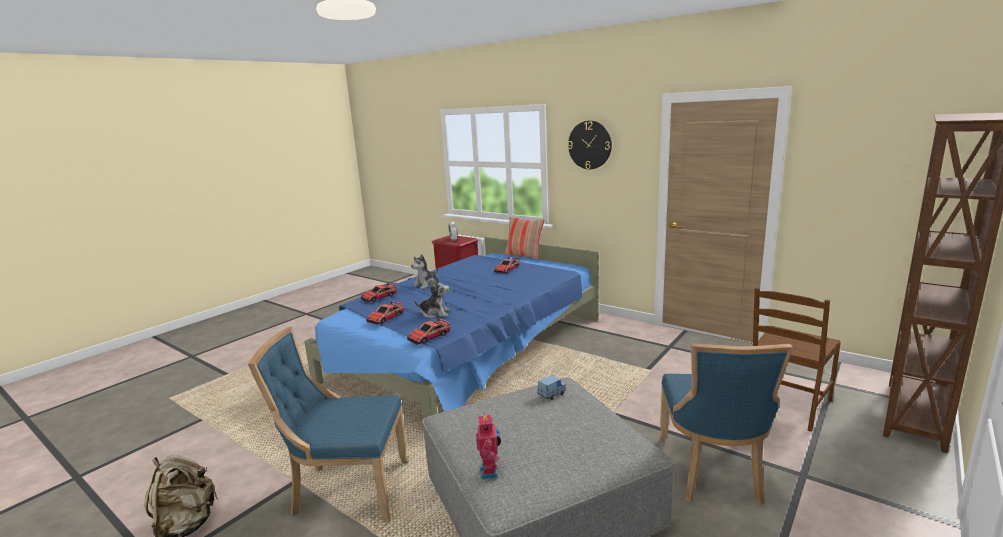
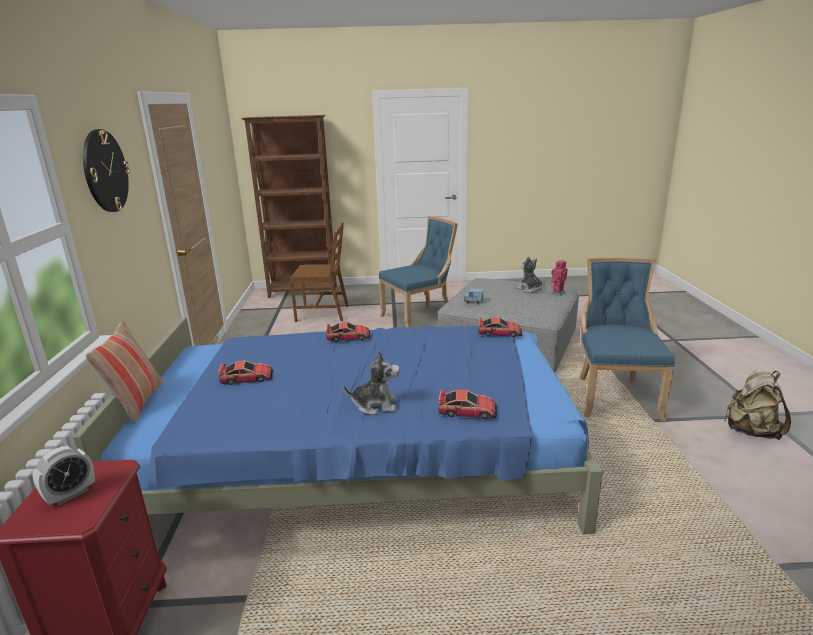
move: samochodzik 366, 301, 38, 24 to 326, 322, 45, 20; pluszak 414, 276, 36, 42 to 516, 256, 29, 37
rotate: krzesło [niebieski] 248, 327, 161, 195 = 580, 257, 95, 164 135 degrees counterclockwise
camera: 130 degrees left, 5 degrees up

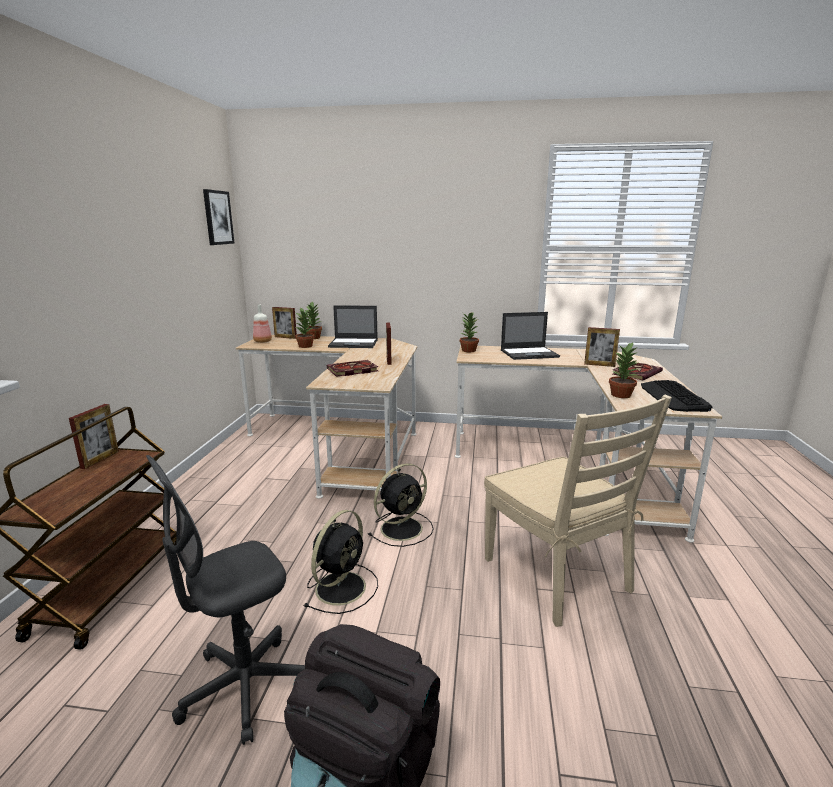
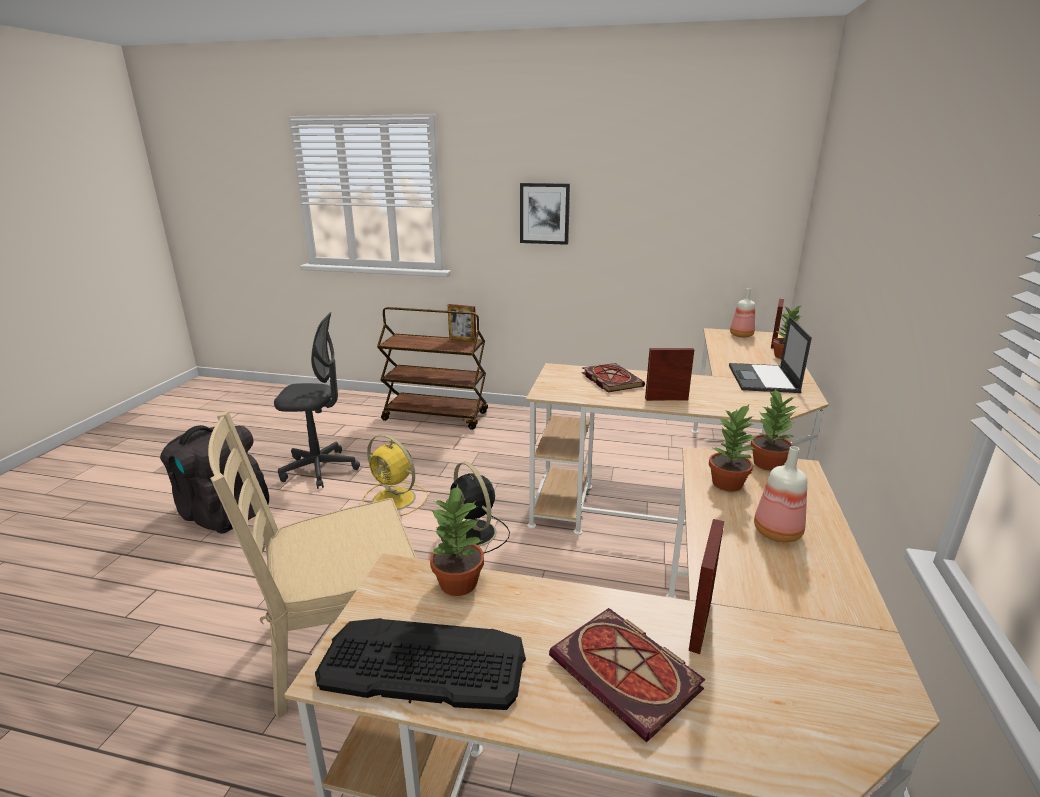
move: obraz 203, 189, 31, 56 to 520, 183, 50, 62; roślina doniczkowa 295, 308, 19, 40 to 709, 405, 48, 87
replace: laptop 501, 312, 59, 48 to butelka 754, 446, 53, 96
recolor: wentylator [czarny] 304, 510, 74, 104 to wentylator [żółty] 363, 434, 65, 82
rotate: krzesło biurowe [szary] 146, 455, 159, 290 = 274, 312, 86, 177 120 degrees clockwise
camera: 95 degrees right, 5 degrees up

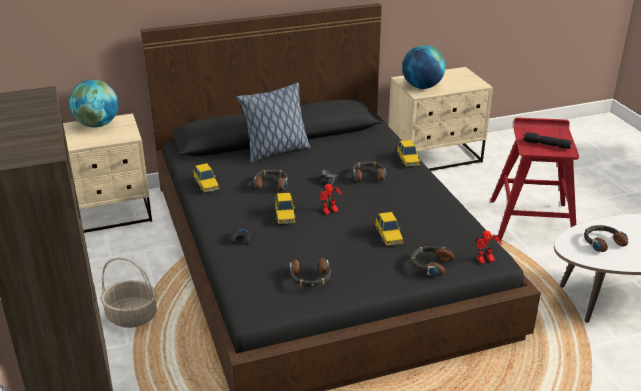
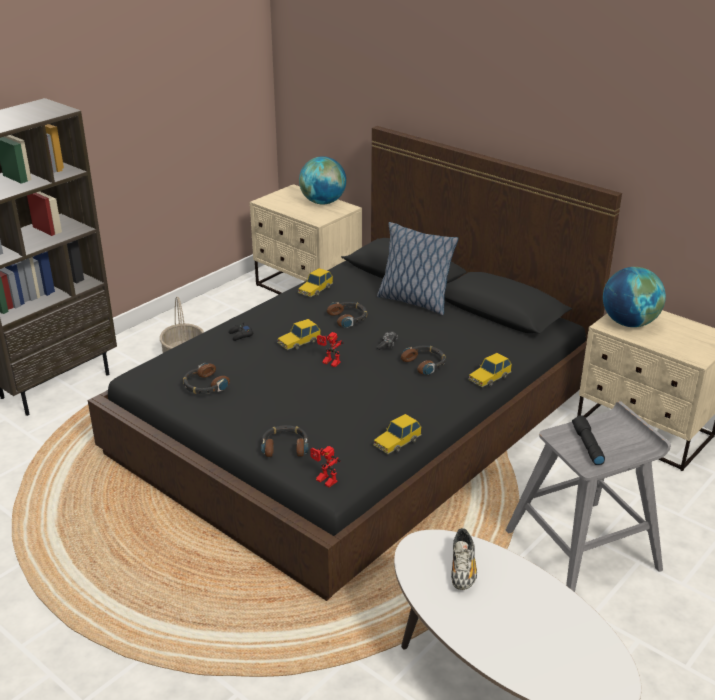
move: samochodzik 375, 212, 28, 34 to 373, 414, 49, 40
replace: słuchawki 584, 225, 44, 27 to but 451, 528, 26, 62
recolor: stołek [czerwony] 490, 117, 89, 124 to stołek [szary] 506, 401, 165, 191
camera: 60 degrees right, 0 degrees up

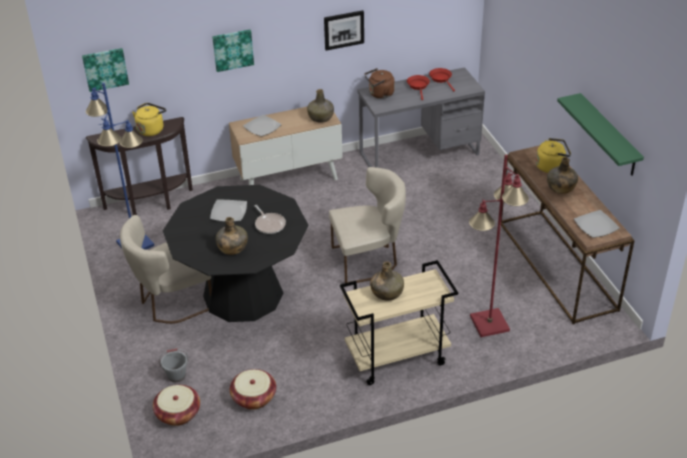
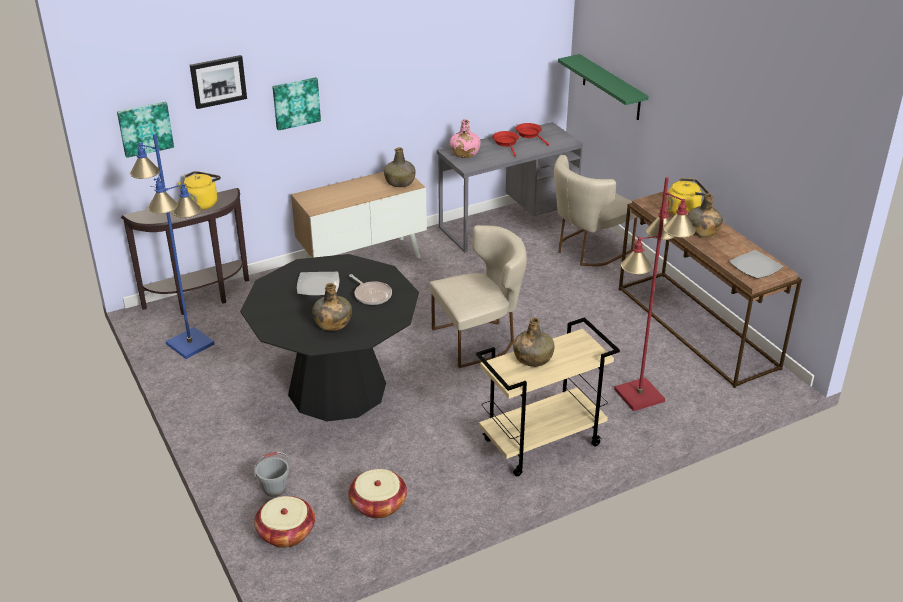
delete: talerz 243, 114, 39, 22
move: krzesło [beżowy] 120, 215, 92, 109 to 554, 155, 83, 111; obraz 324, 10, 40, 41 to 190, 55, 57, 54; półka [zielony] 557, 93, 87, 83 to 558, 54, 91, 66
replace: czajnik [brązowy] 364, 68, 31, 31 to butelka [różowy] 450, 119, 31, 39
camera: 10 degrees left, 5 degrees down

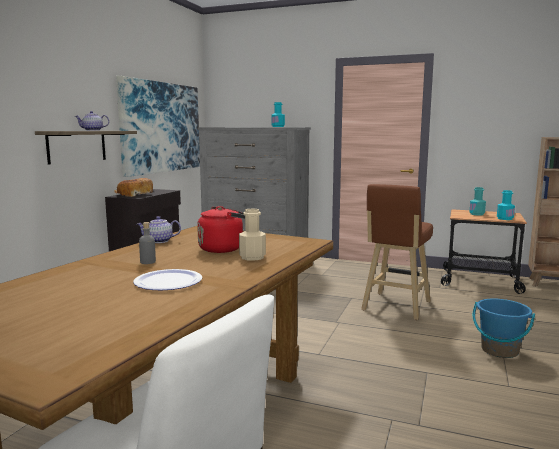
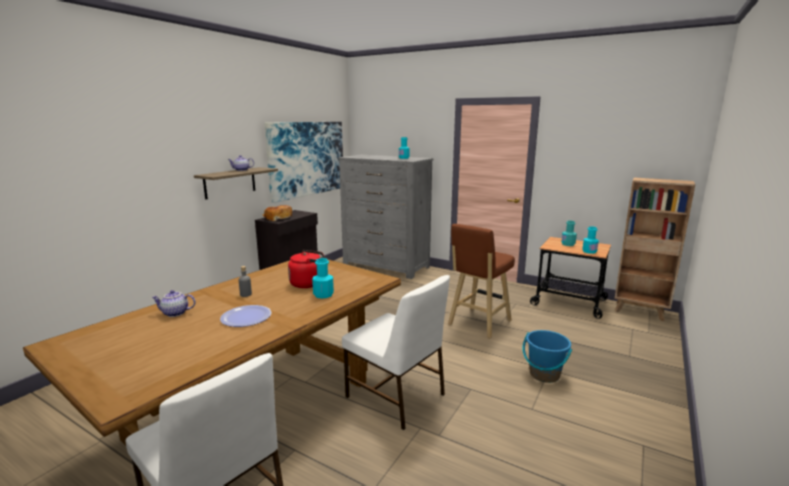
insert: krzesło [biały] 342, 275, 108, 155
move: imbryk 137, 216, 44, 27 to 151, 290, 45, 27
recolor: butelka [beżowy] 239, 209, 27, 52 to butelka [turkusowy] 312, 258, 22, 41
camera: 10 degrees right, 5 degrees up

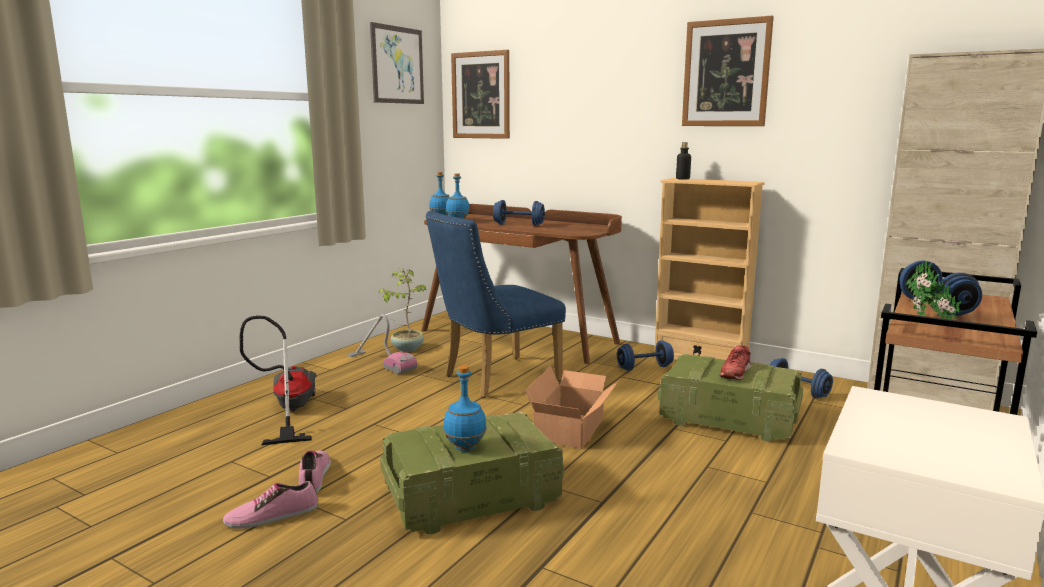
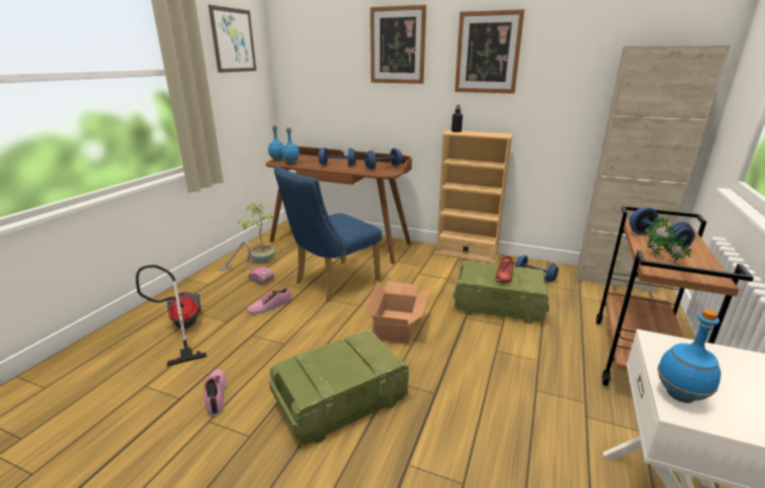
move: but 223, 481, 95, 48 to 247, 288, 45, 26; butelka [niebieski] 443, 365, 44, 86 to 657, 309, 64, 94; obraz 451, 50, 59, 89 to 370, 5, 56, 79; hantel [niebieski] 617, 340, 57, 31 to 364, 148, 38, 21
camera: 10 degrees left, 10 degrees up

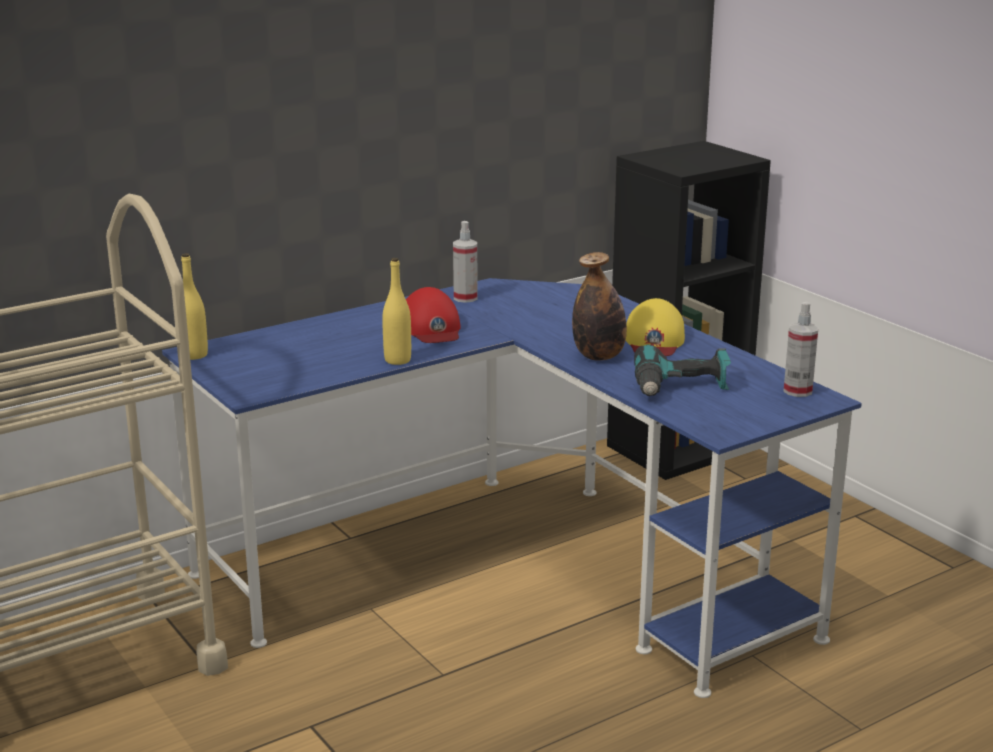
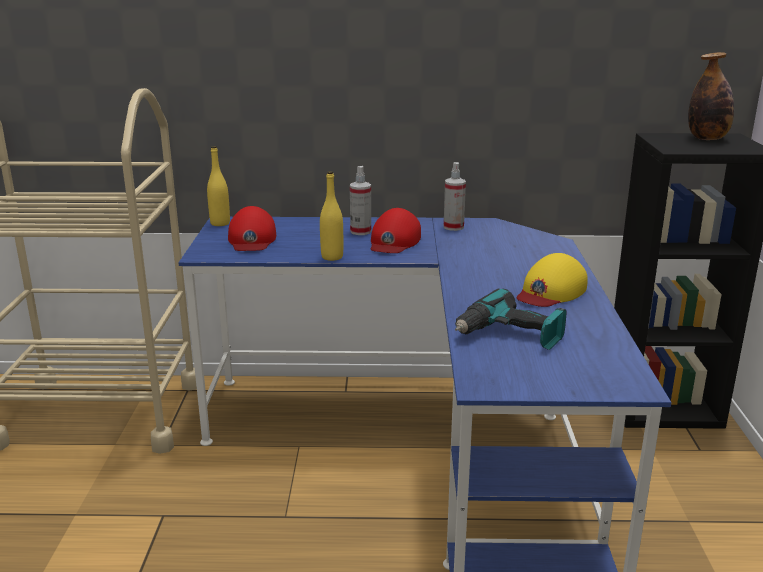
insert: czapka z daszkiem [czerwony] 228, 206, 48, 45
move: butelka 572, 252, 55, 109 to 688, 52, 46, 88; spryskiwacz 783, 302, 36, 95 to 350, 166, 21, 69
camera: 35 degrees right, 0 degrees up

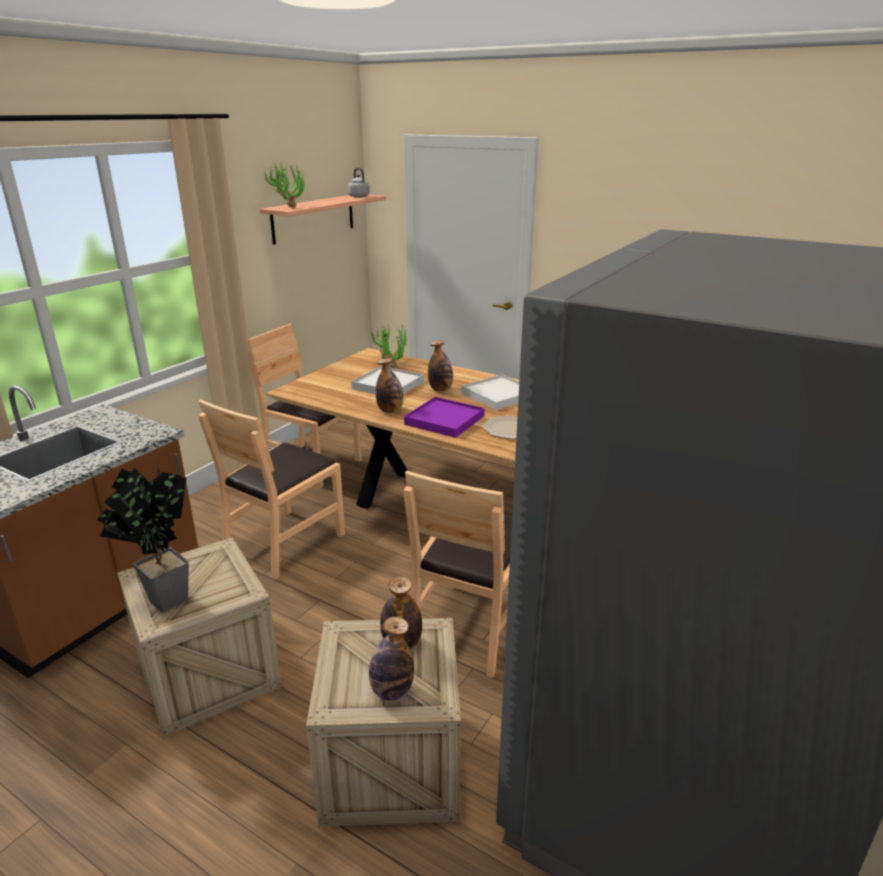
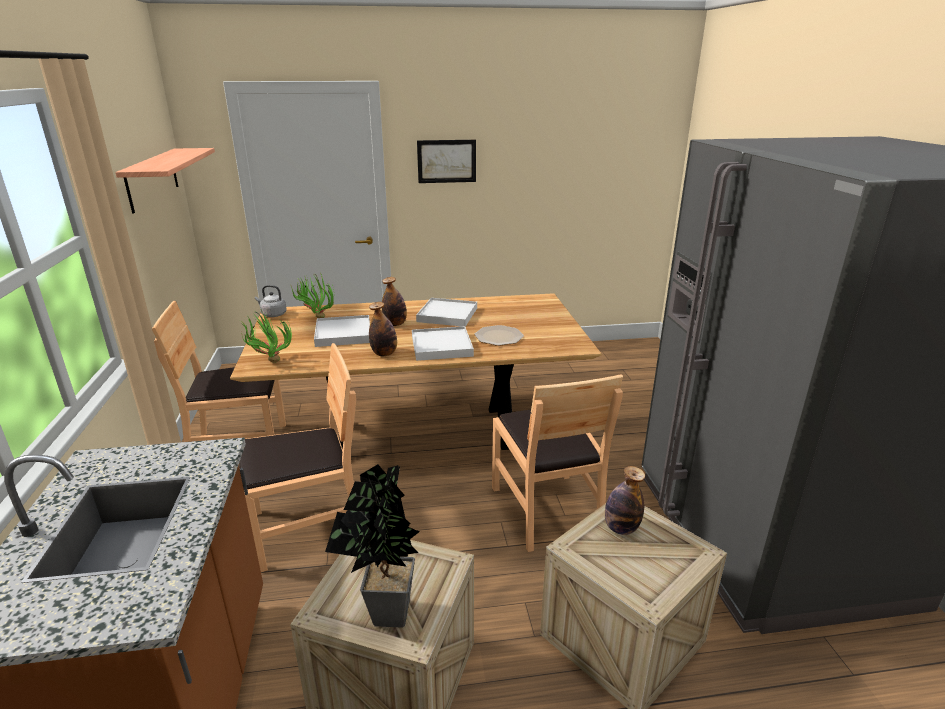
delete: butelka 369, 617, 45, 84
insert: obraz 417, 140, 59, 43
move: roślina doniczkowa 264, 161, 40, 47 to 240, 310, 52, 53; czajnik [szary] 348, 168, 22, 30 to 255, 285, 32, 32
recolor: taca [fioletowy] 404, 397, 81, 41 to taca [biały] 412, 326, 62, 35
rotate: krzesło [brązowy] 198, 399, 147, 180 = 239, 343, 117, 229 105 degrees counterclockwise
camera: 40 degrees left, 0 degrees up

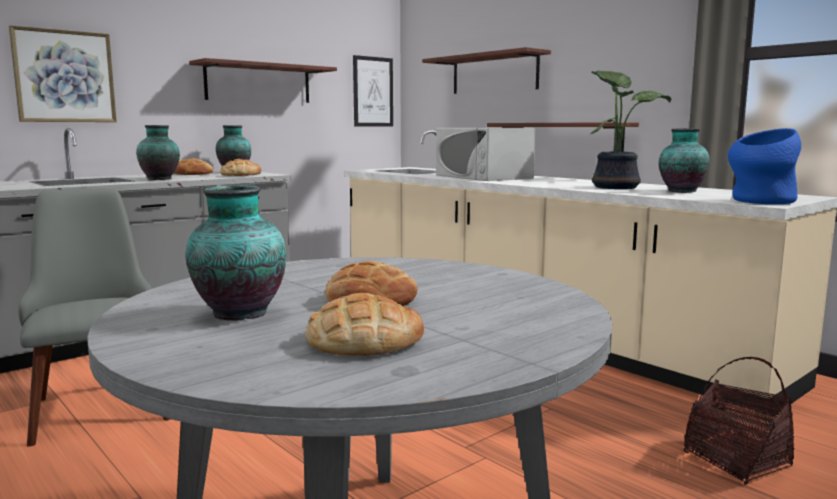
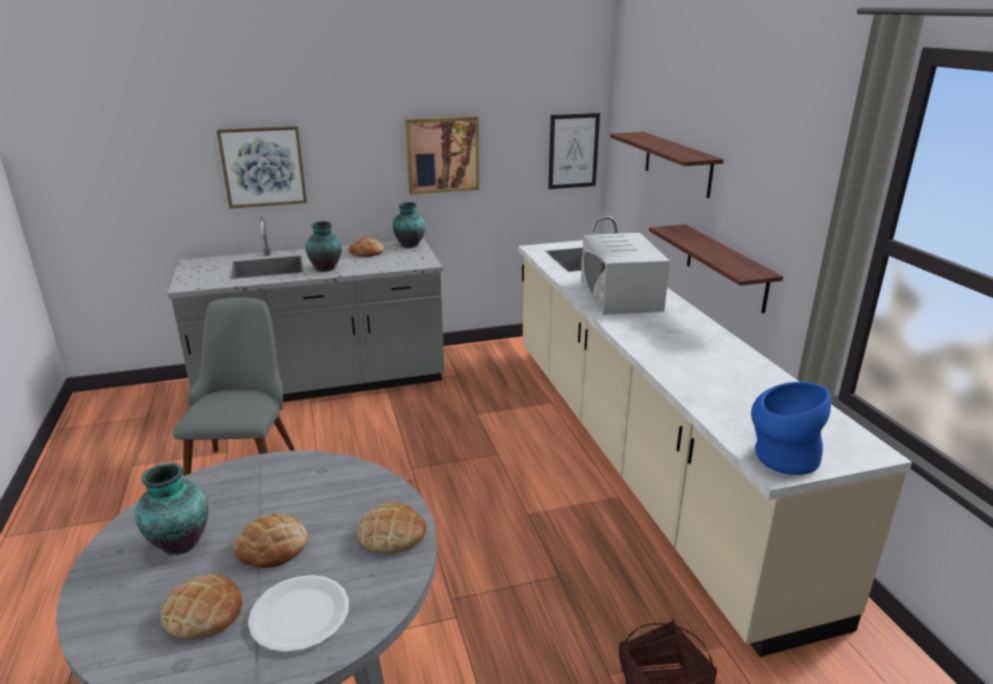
delete: roślina doniczkowa 590, 71, 82, 118; wazon 659, 128, 51, 65
insert: talerz [biały] 248, 575, 101, 77
move: chleb 220, 159, 41, 17 to 357, 502, 69, 52
replace: półka 189, 58, 148, 45 to obraz 405, 116, 74, 79
camera: 25 degrees right, 15 degrees up

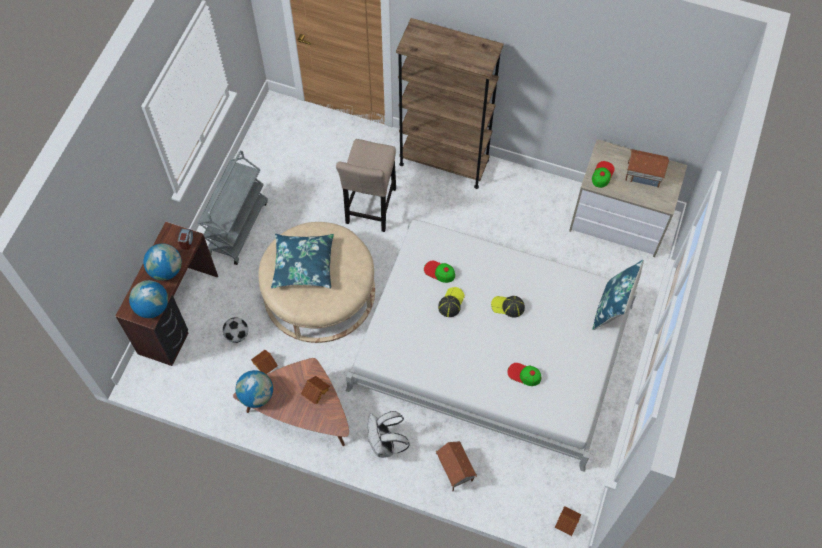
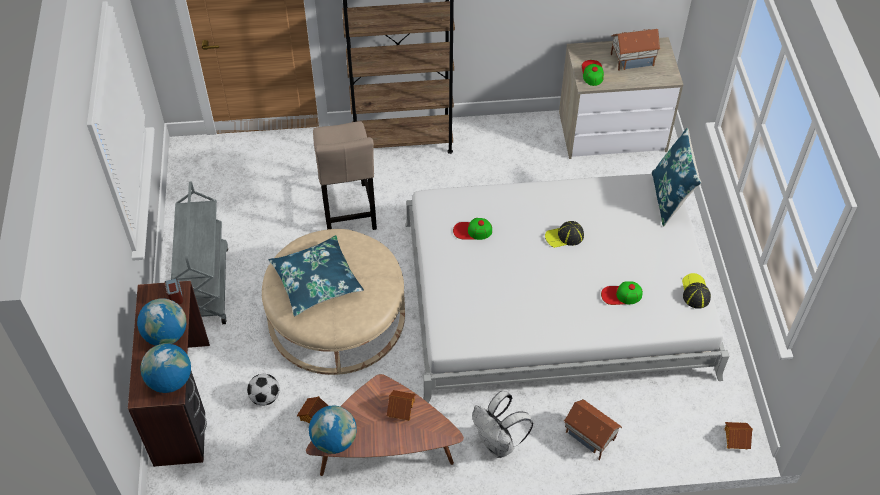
move: czapka z daszkiem 438, 287, 27, 30 to 682, 273, 29, 36
camera: 25 degrees left, 10 degrees down

